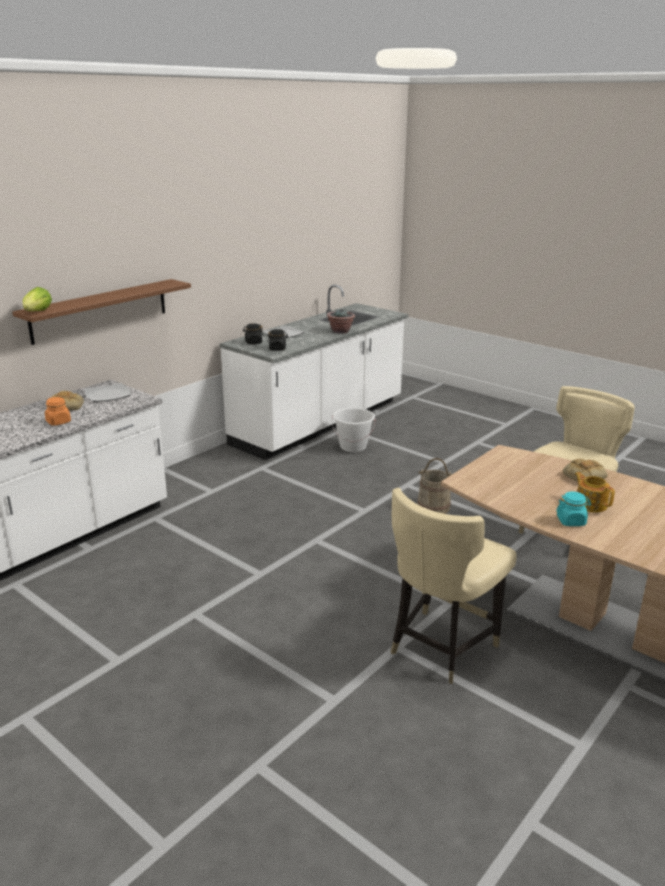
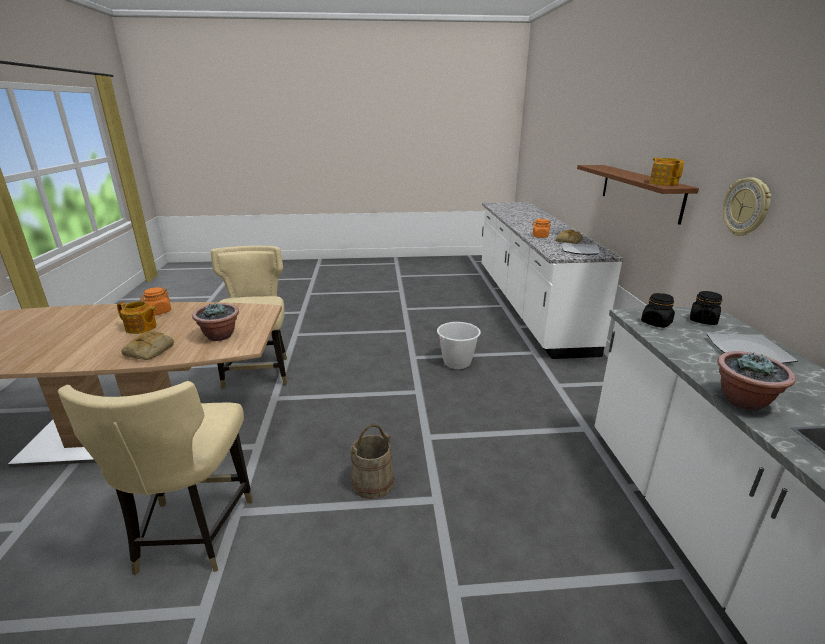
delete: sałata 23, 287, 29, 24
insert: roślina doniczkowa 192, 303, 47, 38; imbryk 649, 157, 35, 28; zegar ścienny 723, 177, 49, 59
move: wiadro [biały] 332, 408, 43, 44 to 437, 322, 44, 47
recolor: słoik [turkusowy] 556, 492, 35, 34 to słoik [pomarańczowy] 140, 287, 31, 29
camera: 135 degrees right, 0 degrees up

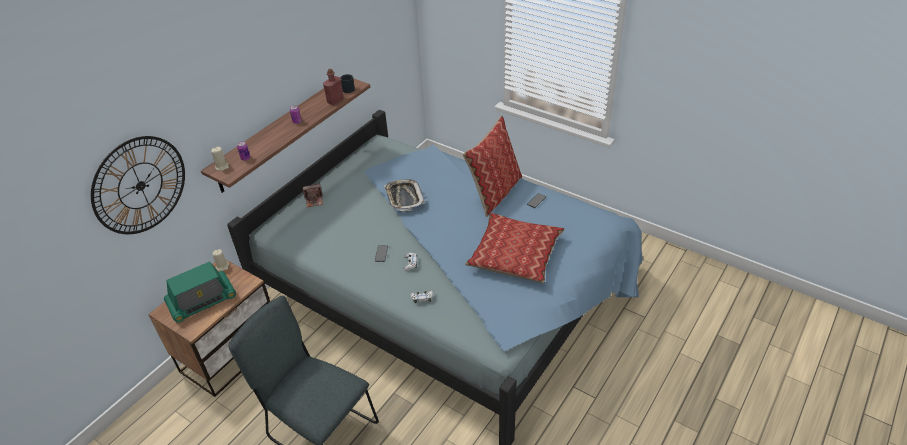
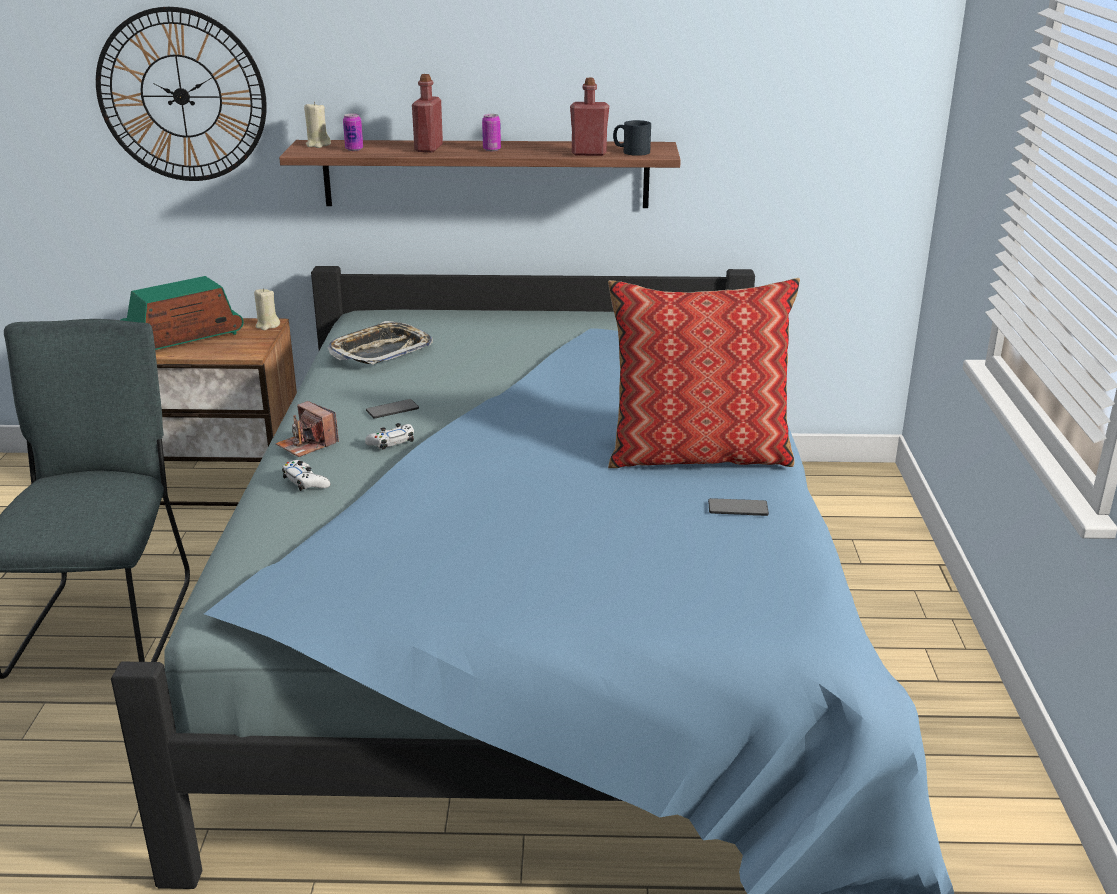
delete: poduszka 465, 213, 100, 70
insert: butelka [czerwony] 412, 74, 31, 78
move: aparat fotograficzny 303, 183, 20, 24 to 276, 401, 63, 56; taca 384, 179, 41, 32 to 328, 321, 105, 44
rotate: radio 164, 261, 72, 62 = 121, 276, 123, 74 120 degrees clockwise
camera: 55 degrees right, 15 degrees down

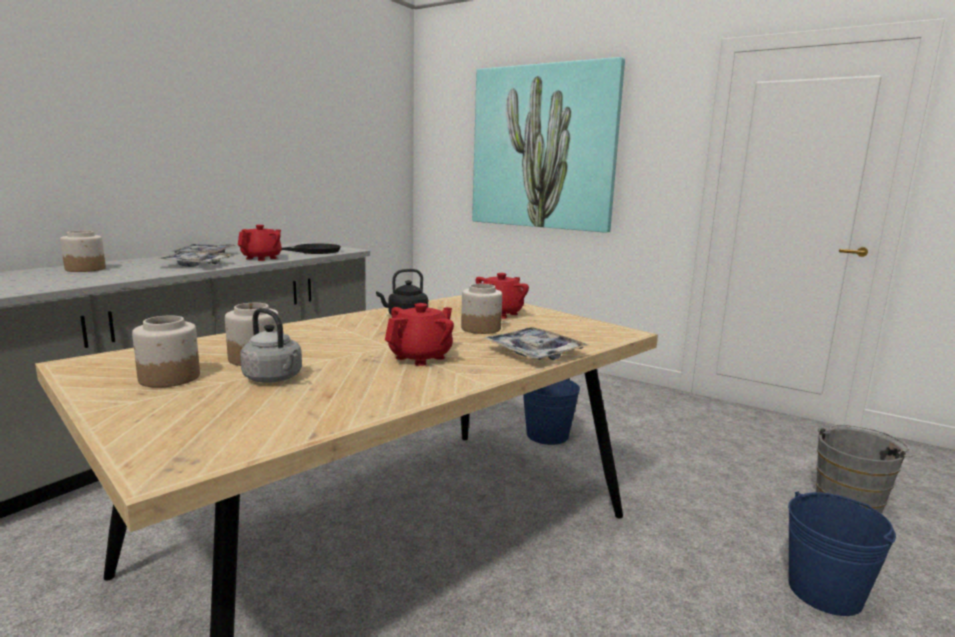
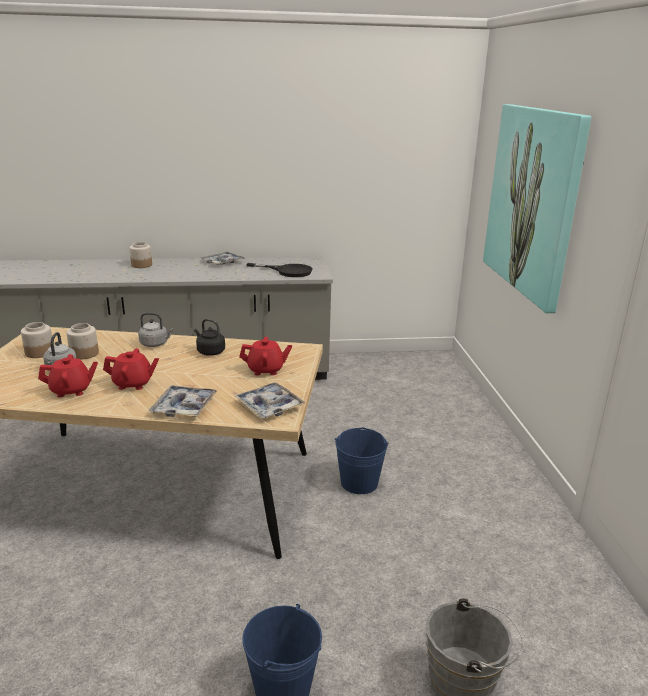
delete: słoik 461, 284, 41, 50
insert: czajnik [szary] 138, 312, 35, 35
move: taca 155, 251, 78, 16 to 235, 383, 71, 35; imbryk [czerwony] 238, 225, 44, 36 to 38, 354, 60, 43
camera: 50 degrees right, 10 degrees up

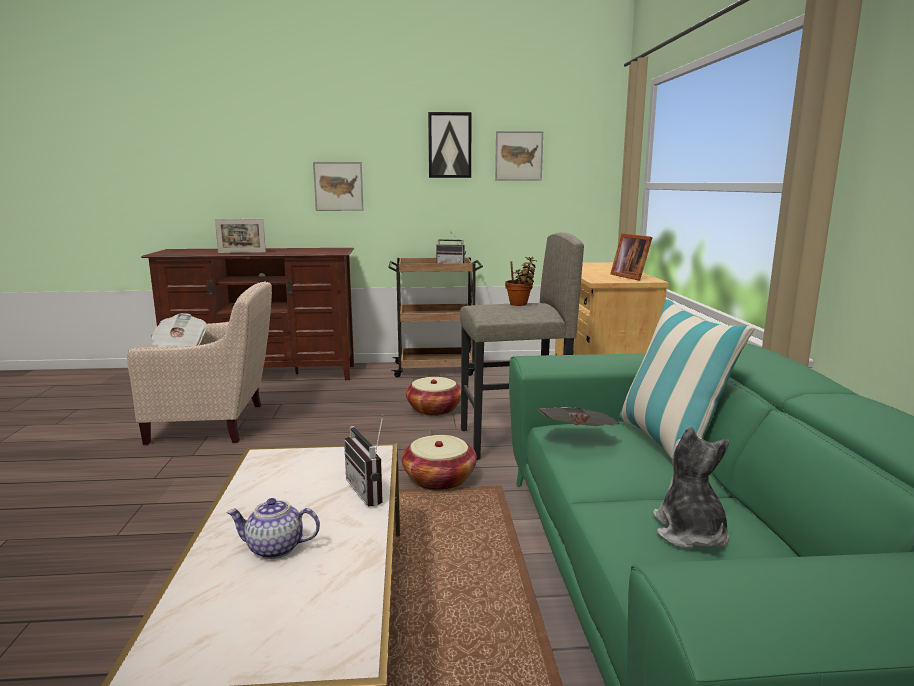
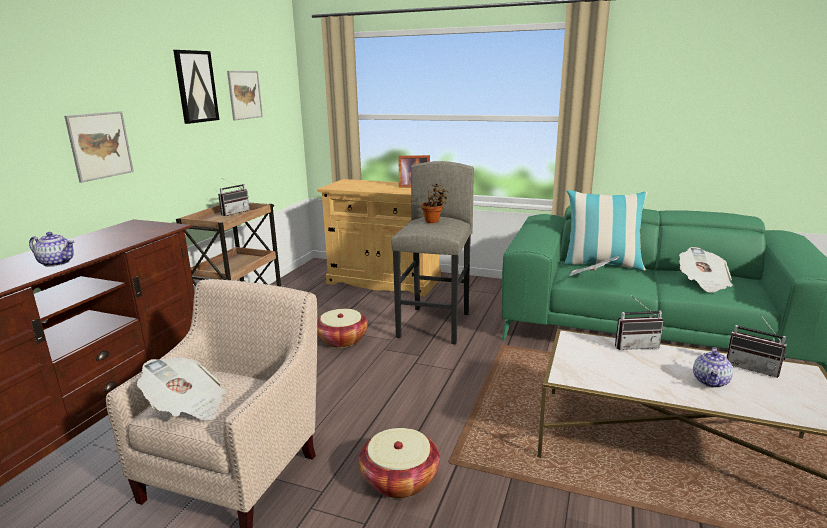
insert: radio 727, 313, 60, 65
move: koszyk 402, 435, 75, 56 to 359, 428, 81, 70
replace: ramka na zdjęcie 215, 219, 51, 34 to imbryk 29, 232, 46, 35; pluszak 653, 427, 76, 121 to gazeta 679, 247, 54, 46
camera: 65 degrees left, 5 degrees up

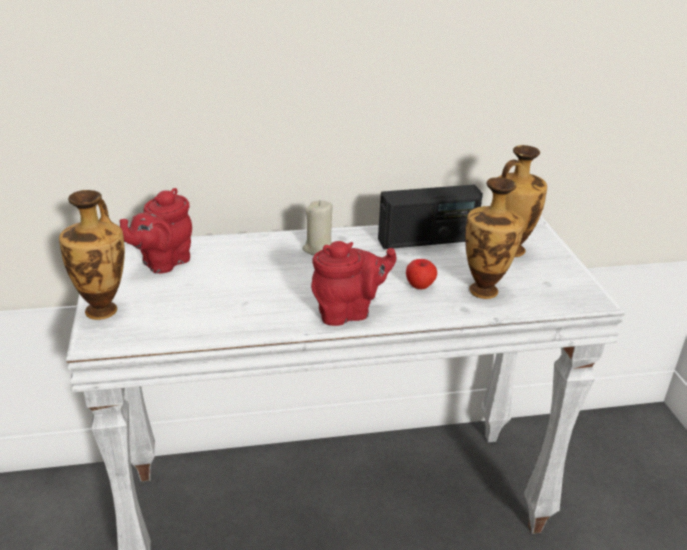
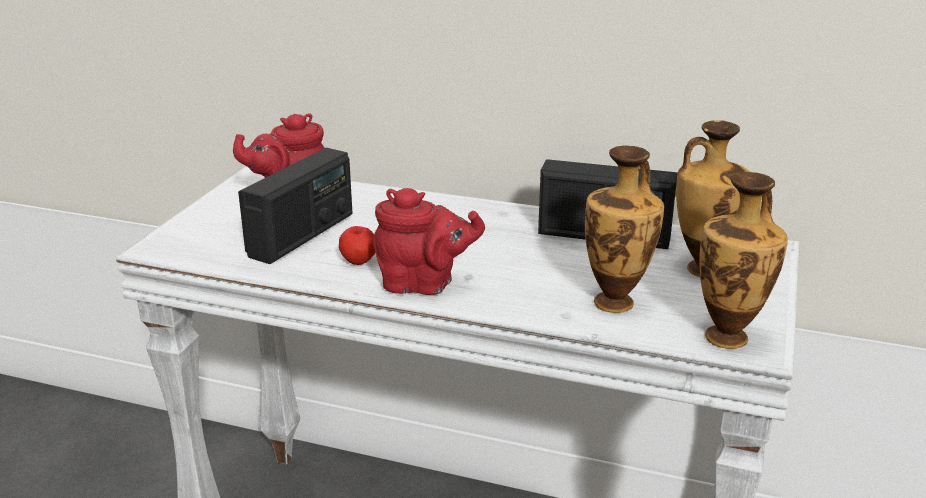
delete: świeca [beżowy] 302, 200, 31, 55
insert: radio 238, 148, 115, 116
move: wazon 59, 190, 66, 130 to 699, 172, 89, 177; jabłko 406, 259, 31, 30 to 339, 226, 36, 39
camera: 30 degrees right, 5 degrees down

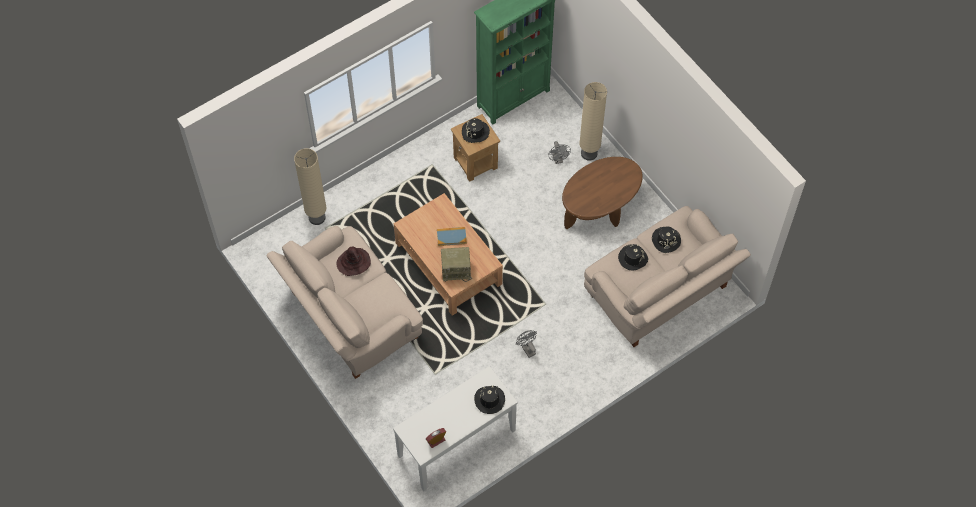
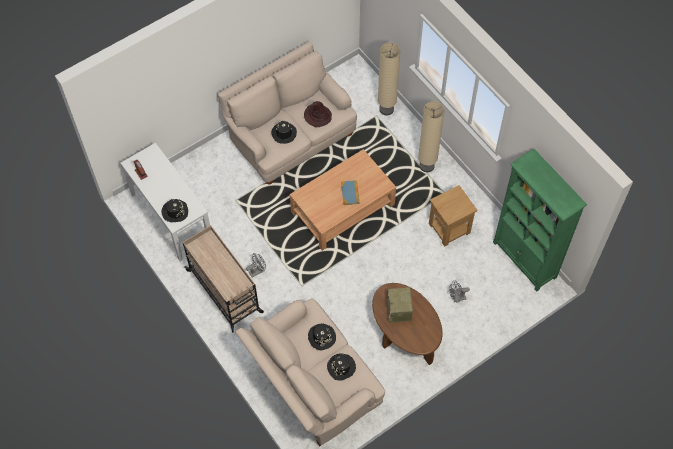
insert: wózek [beżowy] 183, 225, 81, 107
move: radio 441, 247, 31, 35 to 387, 287, 26, 36; kapelusz [czarny] 462, 118, 28, 25 to 272, 121, 25, 23; lampa stojąca [beżowy] 579, 82, 28, 79 to 418, 101, 27, 72
camera: 90 degrees right, 0 degrees up

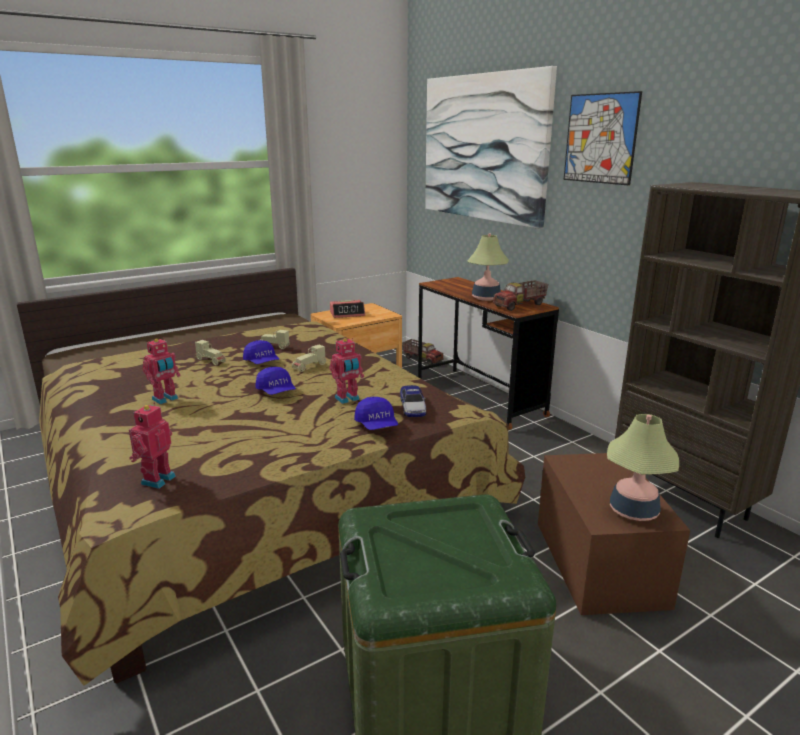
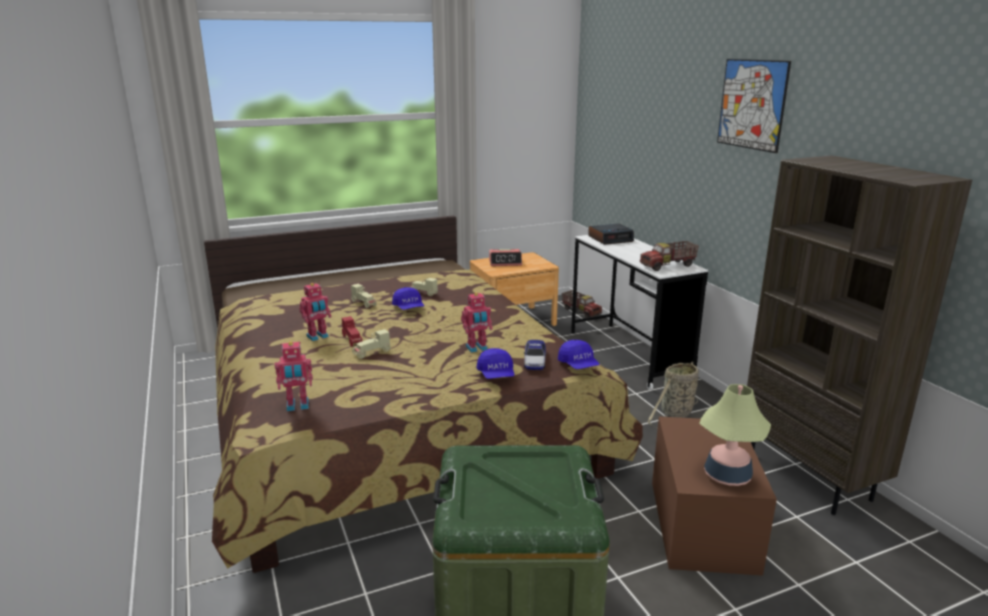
delete: obraz 425, 66, 132, 163; lampa stołowa 467, 233, 42, 68
insert: samochodzik [czerwony] 342, 316, 21, 31; budzik 588, 224, 46, 21; koszyk 648, 361, 51, 67
move: czapka z daszkiem [niebieski] 256, 367, 40, 28 to 558, 340, 42, 29; samochodzik [beżowy] 292, 345, 34, 27 to 352, 329, 39, 29
recolor: biurko [brązowy] 418, 277, 141, 153 to biurko [biały] 571, 235, 137, 155
rotate: robot zabawkowy 129, 402, 47, 87 = 275, 341, 38, 70 135 degrees counterclockwise
camera: 10 degrees right, 0 degrees up

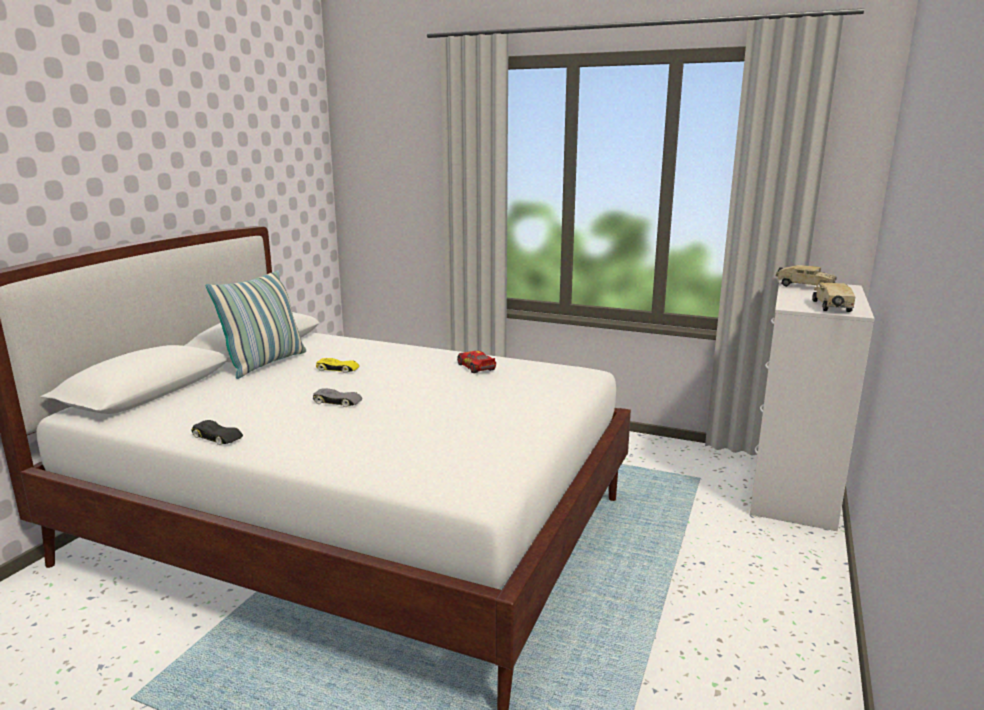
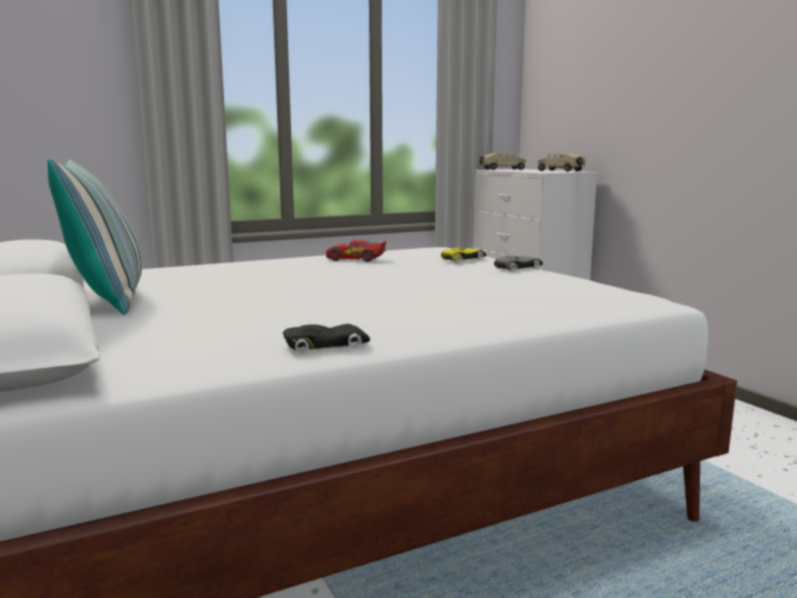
move: samochodzik [szary] 313, 388, 49, 19 to 494, 256, 49, 16; samochodzik [żółty] 316, 358, 43, 15 to 441, 248, 45, 14
camera: 50 degrees left, 5 degrees down

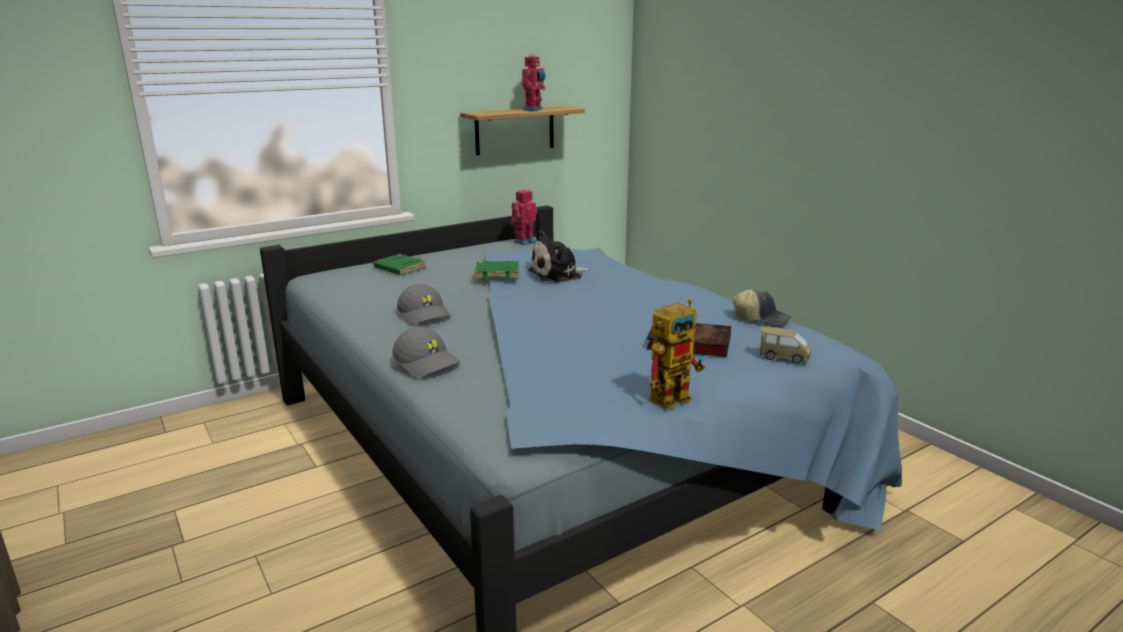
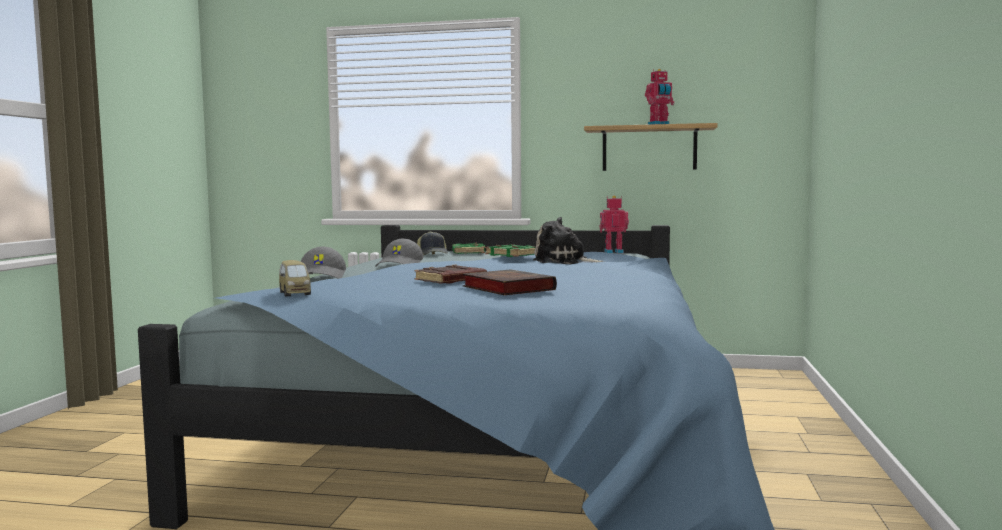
delete: robot zabawkowy 650, 299, 55, 110
insert: książka [brązowy] 414, 264, 73, 20
move: czapka z daszkiem 732, 289, 60, 38 to 417, 231, 31, 24; samochodzik 760, 326, 51, 38 to 279, 260, 34, 36
camera: 45 degrees right, 15 degrees down

